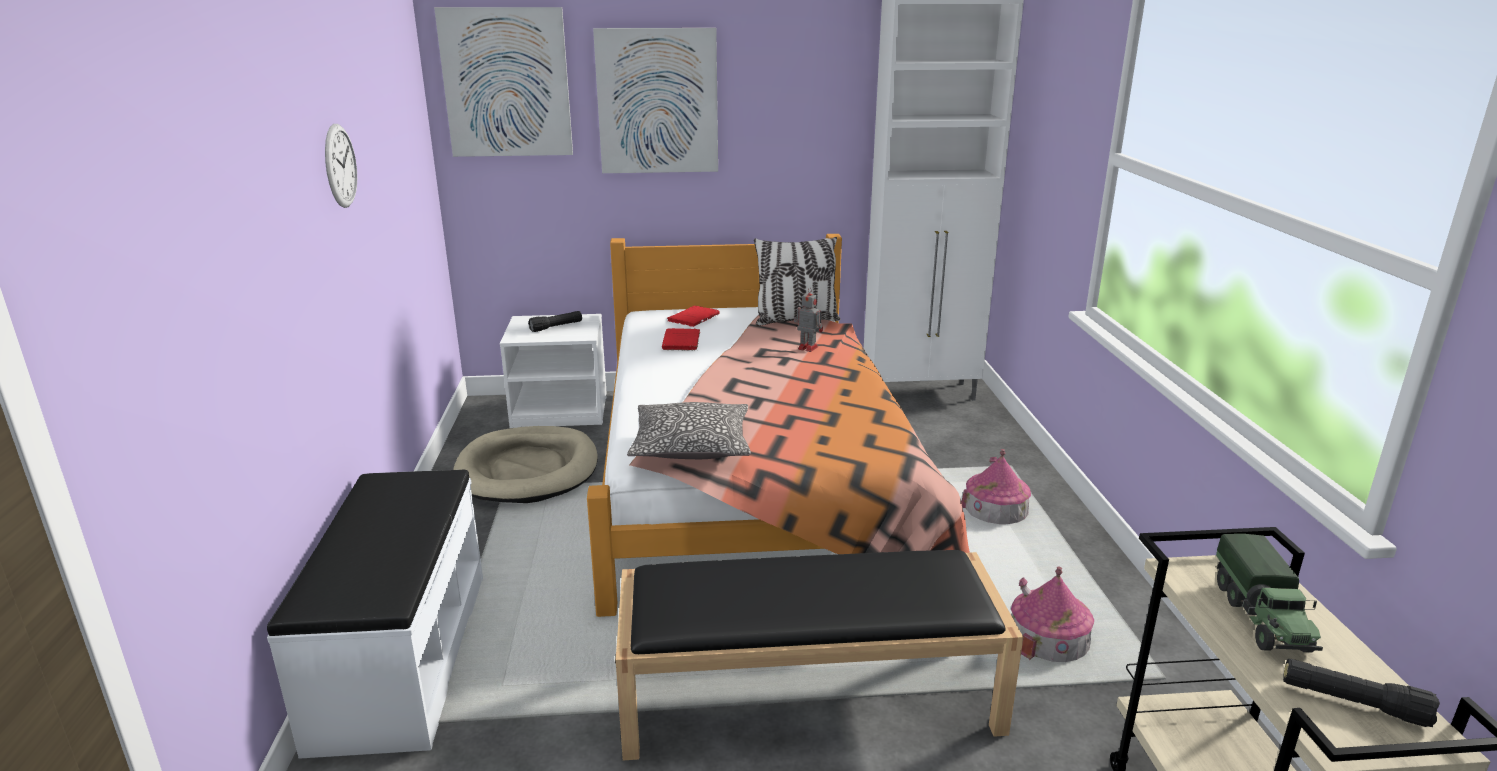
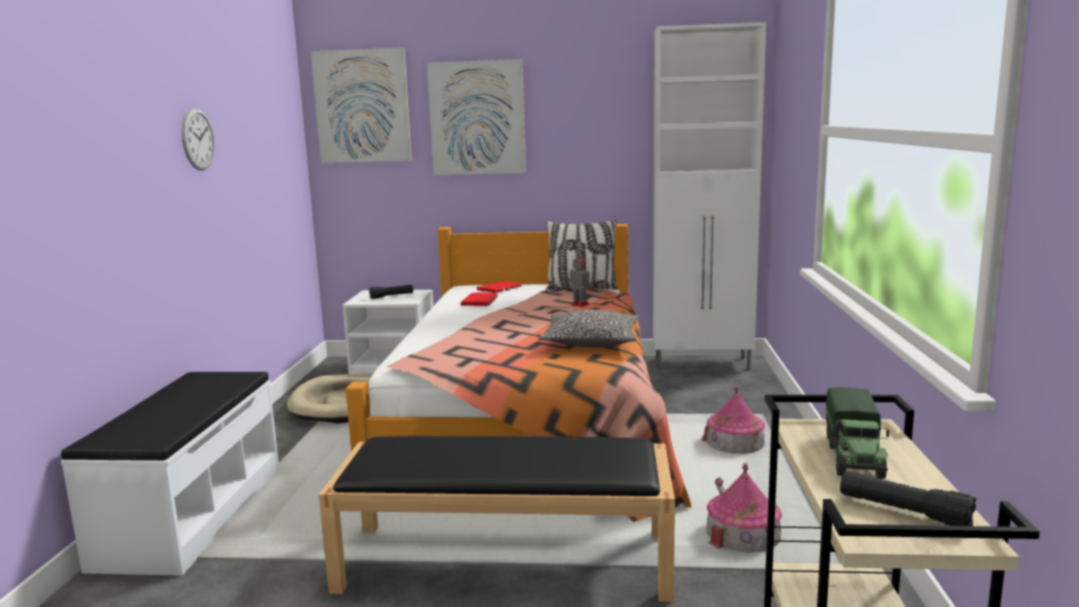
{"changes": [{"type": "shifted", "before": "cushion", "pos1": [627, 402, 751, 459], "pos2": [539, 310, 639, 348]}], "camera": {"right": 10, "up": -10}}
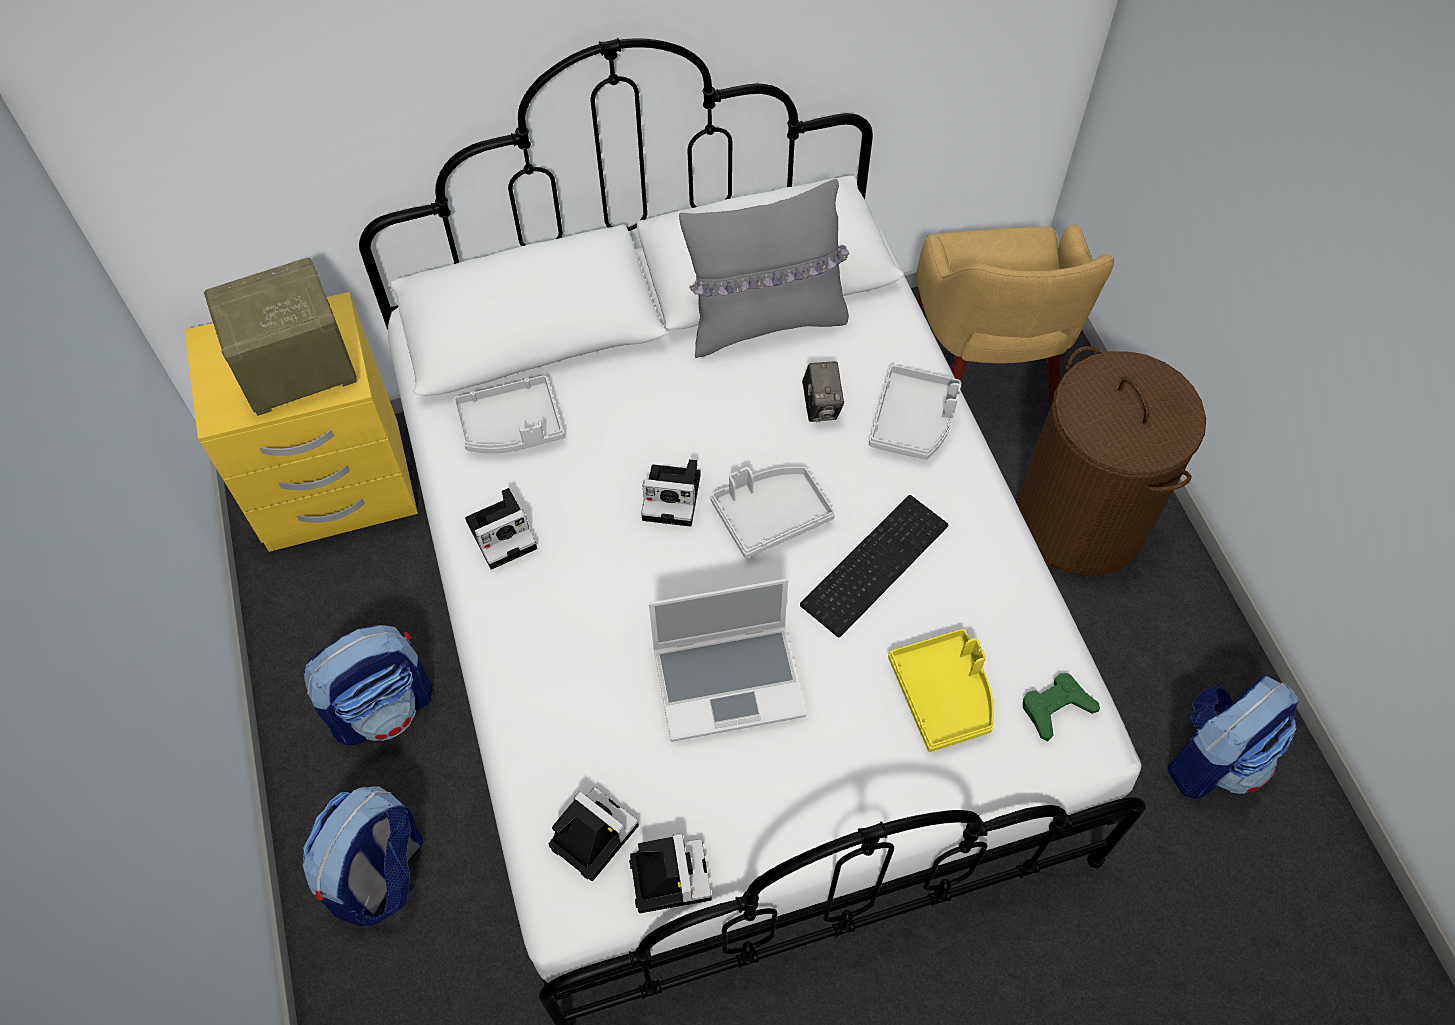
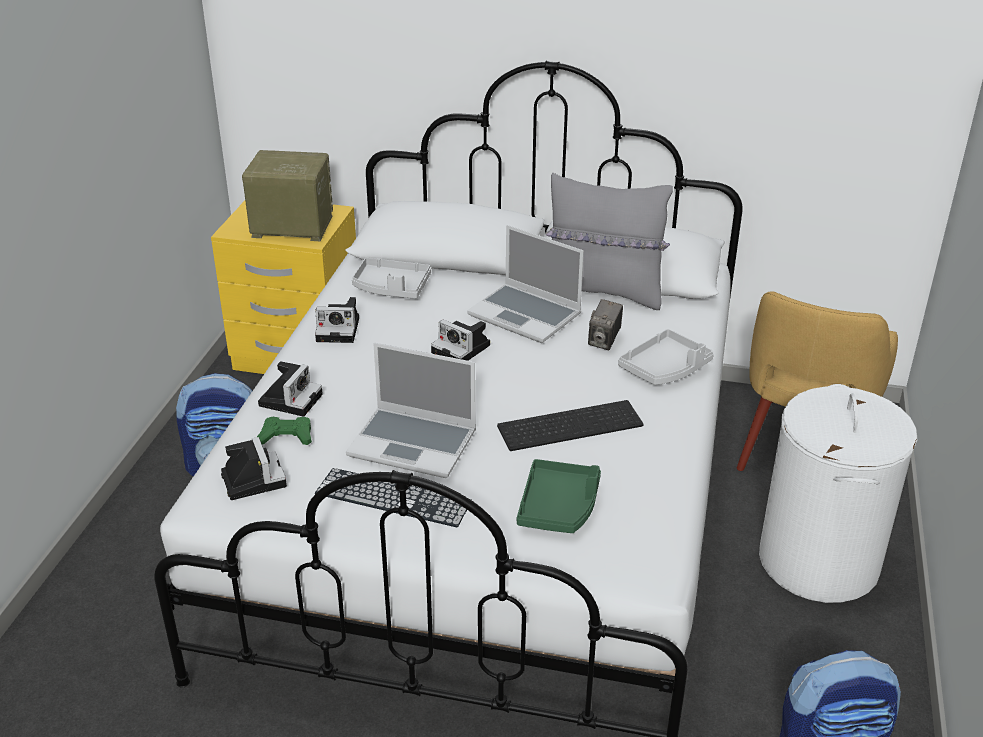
{"changes": [{"type": "repainted", "before": "brown-coloured laundry basket", "after": "whitish laundry basket", "pos1": [1017, 346, 1206, 576], "pos2": [759, 384, 917, 603]}, {"type": "gone", "before": "greyish tray", "pos1": [710, 467, 835, 558]}, {"type": "repainted", "before": "yellowish tray", "after": "greenish tray", "pos1": [888, 629, 994, 752], "pos2": [517, 459, 601, 533]}, {"type": "shifted", "before": "greenish joypad", "pos1": [1023, 673, 1100, 741], "pos2": [257, 417, 312, 445]}, {"type": "gone", "before": "rucksack", "pos1": [302, 786, 423, 927]}, {"type": "shifted", "before": "photo camera", "pos1": [629, 833, 712, 913], "pos2": [258, 361, 323, 417]}, {"type": "new", "after": "laptop", "pos2": [467, 225, 584, 343]}, {"type": "new", "after": "computer keyboard", "pos2": [315, 468, 471, 527]}], "camera": {"right": 30, "up": -25}}
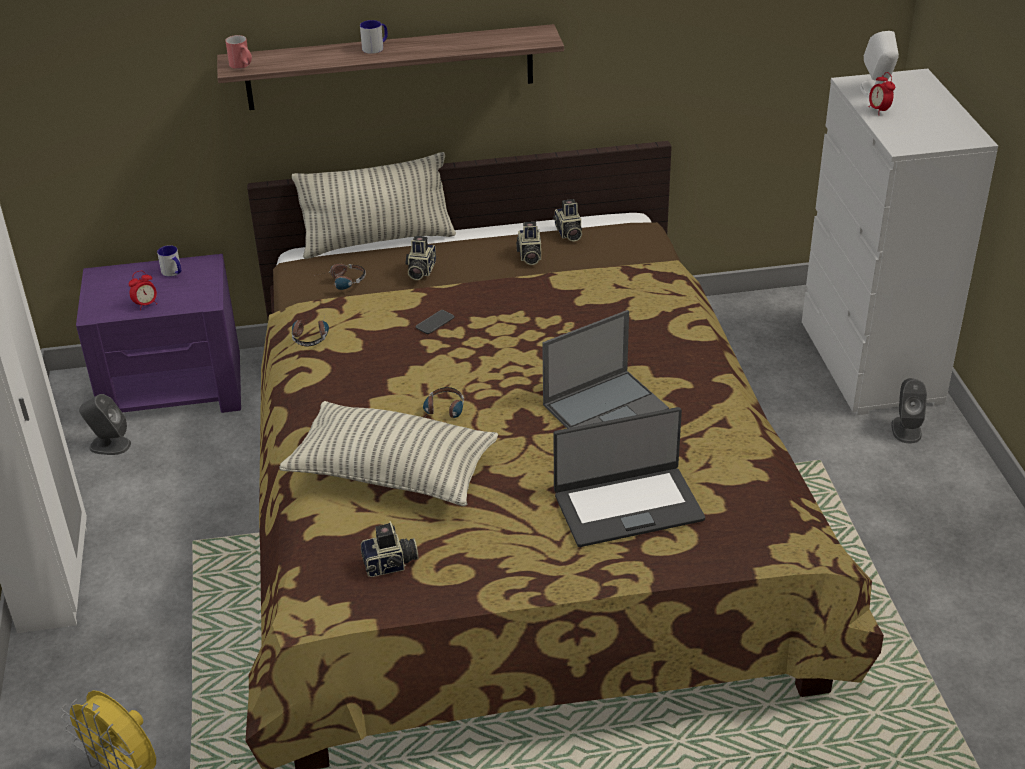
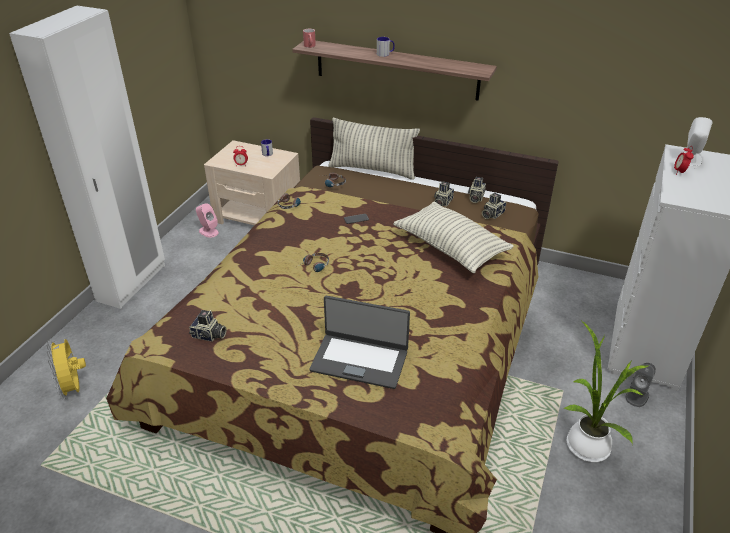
{"changes": [{"type": "shifted", "before": "photo camera", "pos1": [405, 236, 436, 280], "pos2": [482, 193, 506, 219]}, {"type": "repainted", "before": "purplish nightstand", "after": "sand-coloured nightstand", "pos1": [76, 254, 241, 413], "pos2": [204, 140, 300, 226]}, {"type": "gone", "before": "laptop", "pos1": [542, 310, 669, 429]}, {"type": "repainted", "before": "greyish loudspeaker", "after": "pink-coloured loudspeaker", "pos1": [79, 394, 131, 455], "pos2": [196, 203, 219, 238]}, {"type": "shifted", "before": "cushion", "pos1": [280, 401, 498, 506], "pos2": [393, 202, 514, 273]}, {"type": "new", "after": "potted plant", "pos2": [564, 321, 648, 462]}], "camera": {"right": 30, "up": 0}}
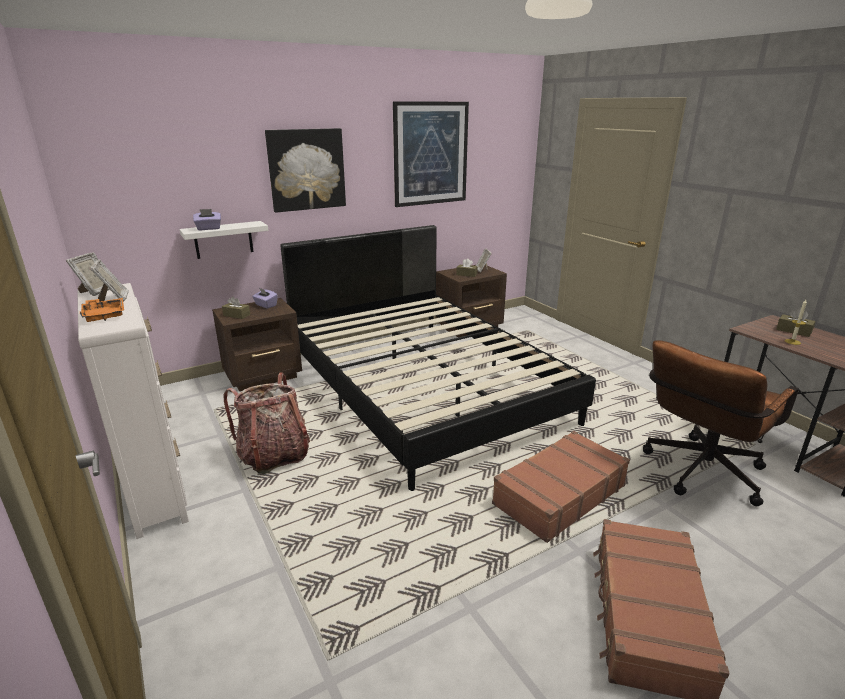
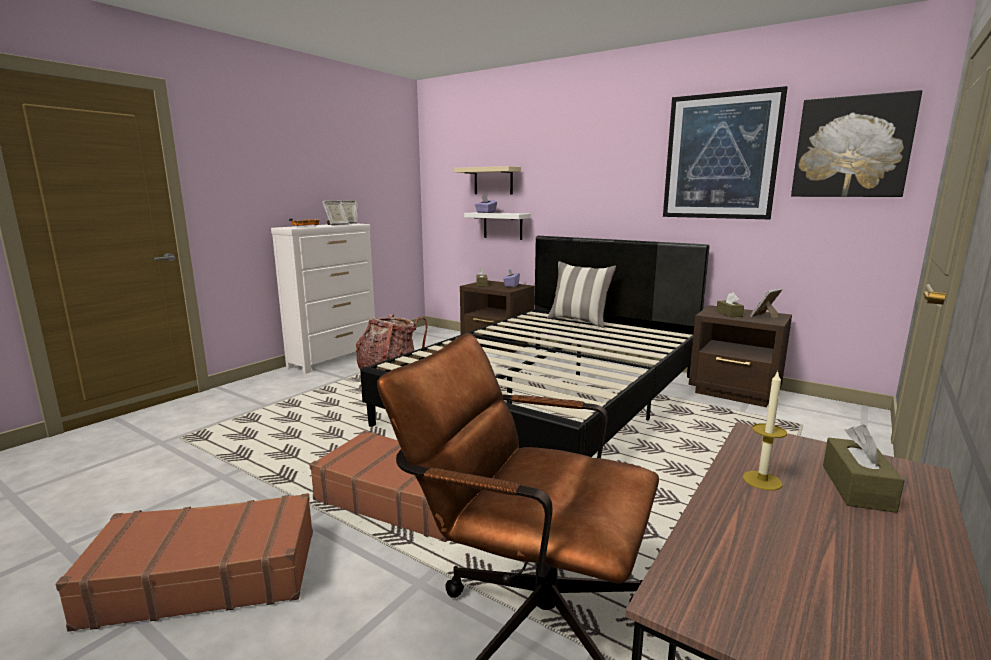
{"changes": [{"type": "shifted", "before": "picture", "pos1": [265, 128, 346, 213], "pos2": [791, 90, 922, 197]}, {"type": "new", "after": "sand-coloured bracket shelf", "pos2": [454, 166, 521, 194]}, {"type": "new", "after": "cushion", "pos2": [547, 261, 616, 328]}], "camera": {"right": 65, "up": -10}}
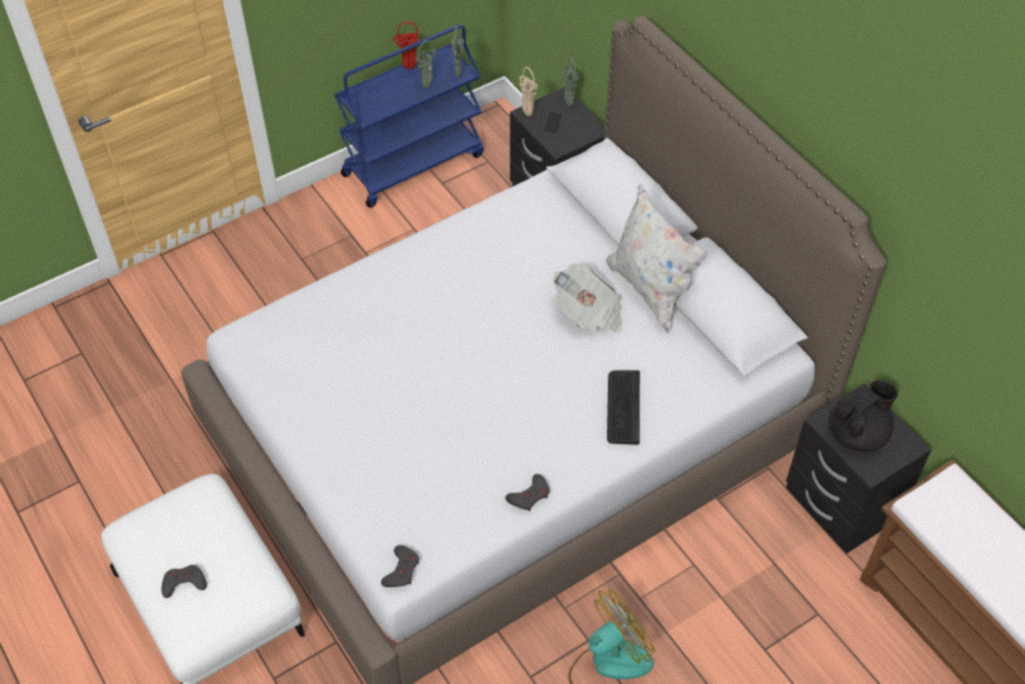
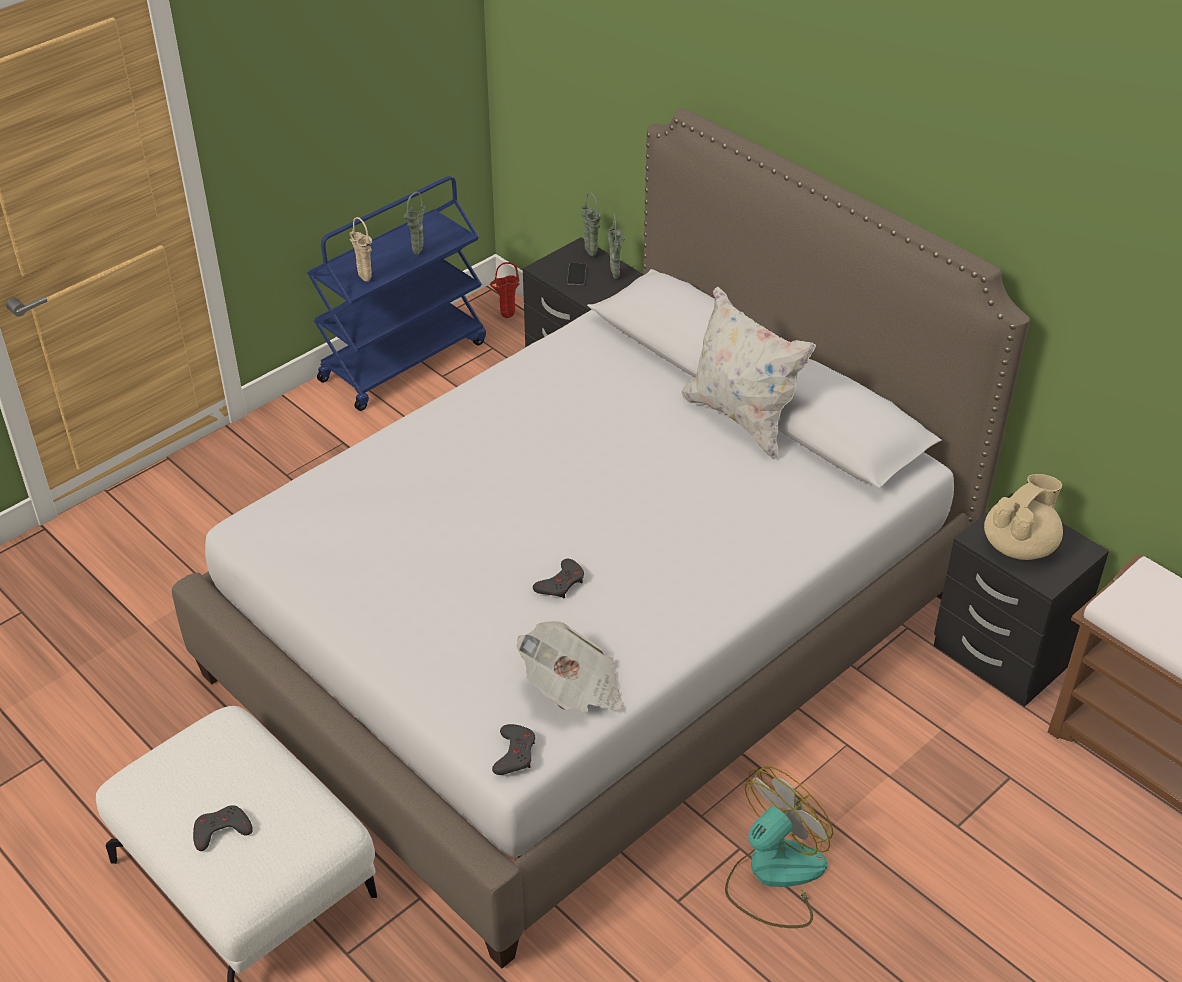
{"changes": [{"type": "shifted", "before": "reddish flower vase", "pos1": [393, 22, 419, 70], "pos2": [490, 262, 520, 318]}, {"type": "shifted", "before": "greenish flower vase", "pos1": [451, 26, 464, 77], "pos2": [606, 213, 625, 279]}, {"type": "shifted", "before": "sand-coloured flower vase", "pos1": [519, 67, 537, 117], "pos2": [350, 217, 372, 282]}, {"type": "shifted", "before": "newspaper", "pos1": [553, 264, 622, 333], "pos2": [517, 621, 623, 713]}, {"type": "gone", "before": "computer keyboard", "pos1": [607, 370, 640, 445]}, {"type": "repainted", "before": "black tea pot", "after": "sand-coloured tea pot", "pos1": [829, 380, 898, 452], "pos2": [984, 474, 1063, 560]}, {"type": "shifted", "before": "greyish joypad", "pos1": [505, 474, 549, 511], "pos2": [533, 559, 584, 599]}], "camera": {"right": -10, "up": -10}}
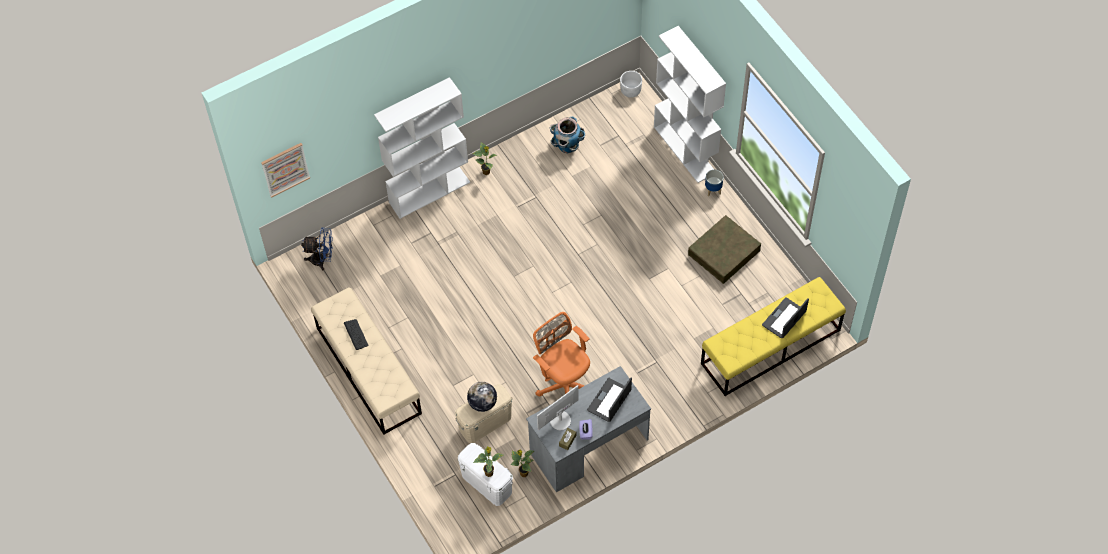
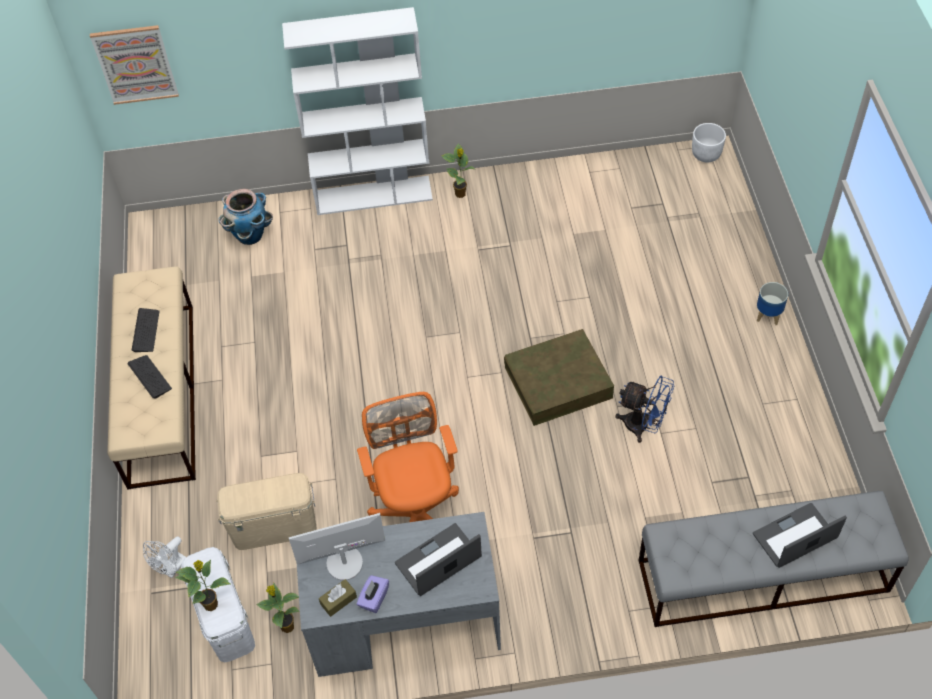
{"changes": [{"type": "gone", "before": "whitish bookshelf", "pos1": [654, 26, 726, 183]}, {"type": "shifted", "before": "planter", "pos1": [550, 117, 585, 153], "pos2": [218, 189, 273, 245]}, {"type": "shifted", "before": "brown-coloured storage box", "pos1": [688, 215, 761, 284], "pos2": [504, 329, 614, 426]}, {"type": "shifted", "before": "blue fan", "pos1": [301, 228, 333, 270], "pos2": [615, 376, 674, 443]}, {"type": "repainted", "before": "yellowish long seat", "after": "greyish long seat", "pos1": [701, 277, 846, 396], "pos2": [638, 491, 909, 627]}, {"type": "gone", "before": "world globe", "pos1": [467, 382, 497, 412]}, {"type": "new", "after": "computer keyboard", "pos2": [128, 355, 172, 398]}, {"type": "new", "after": "whitish fan", "pos2": [143, 537, 186, 578]}], "camera": {"right": 25, "up": -5}}
